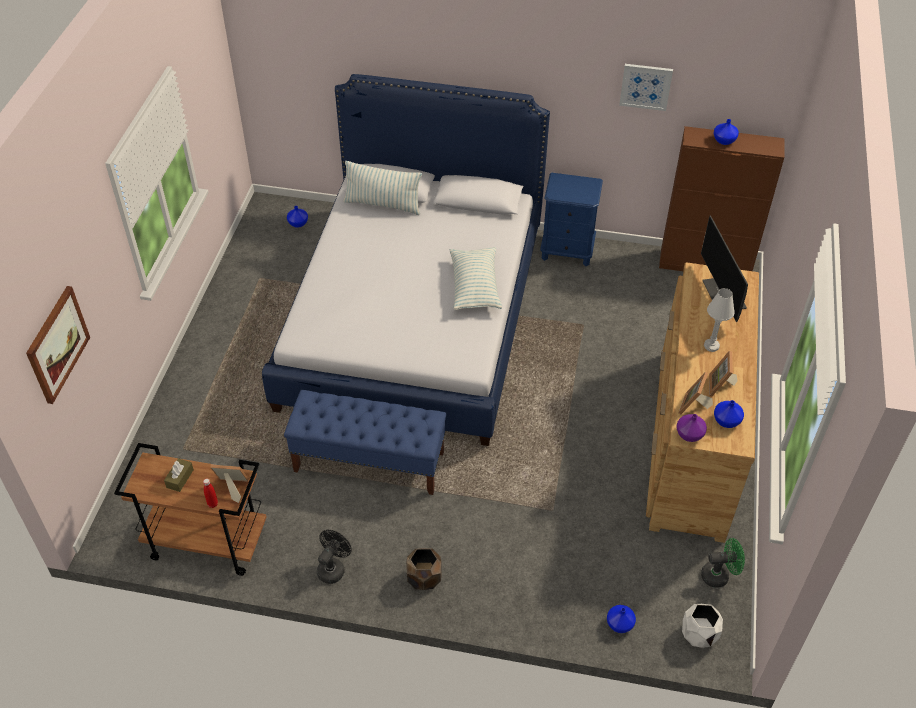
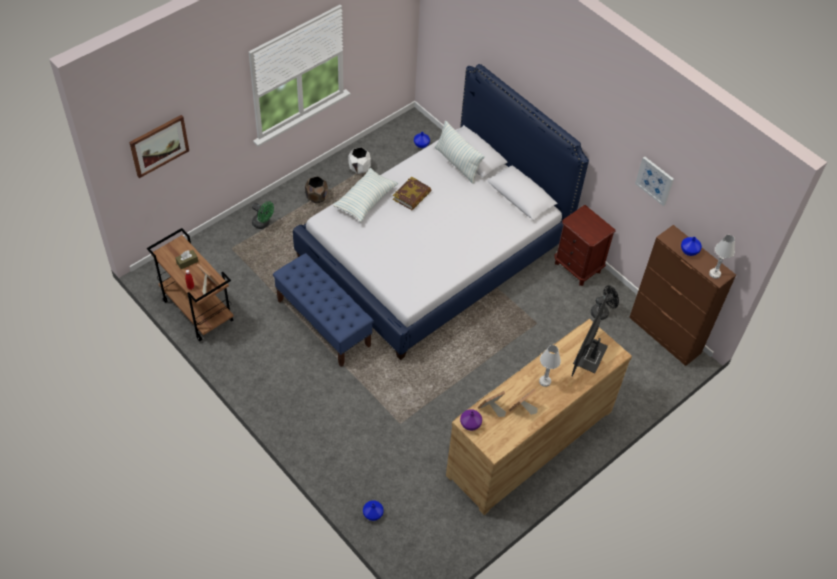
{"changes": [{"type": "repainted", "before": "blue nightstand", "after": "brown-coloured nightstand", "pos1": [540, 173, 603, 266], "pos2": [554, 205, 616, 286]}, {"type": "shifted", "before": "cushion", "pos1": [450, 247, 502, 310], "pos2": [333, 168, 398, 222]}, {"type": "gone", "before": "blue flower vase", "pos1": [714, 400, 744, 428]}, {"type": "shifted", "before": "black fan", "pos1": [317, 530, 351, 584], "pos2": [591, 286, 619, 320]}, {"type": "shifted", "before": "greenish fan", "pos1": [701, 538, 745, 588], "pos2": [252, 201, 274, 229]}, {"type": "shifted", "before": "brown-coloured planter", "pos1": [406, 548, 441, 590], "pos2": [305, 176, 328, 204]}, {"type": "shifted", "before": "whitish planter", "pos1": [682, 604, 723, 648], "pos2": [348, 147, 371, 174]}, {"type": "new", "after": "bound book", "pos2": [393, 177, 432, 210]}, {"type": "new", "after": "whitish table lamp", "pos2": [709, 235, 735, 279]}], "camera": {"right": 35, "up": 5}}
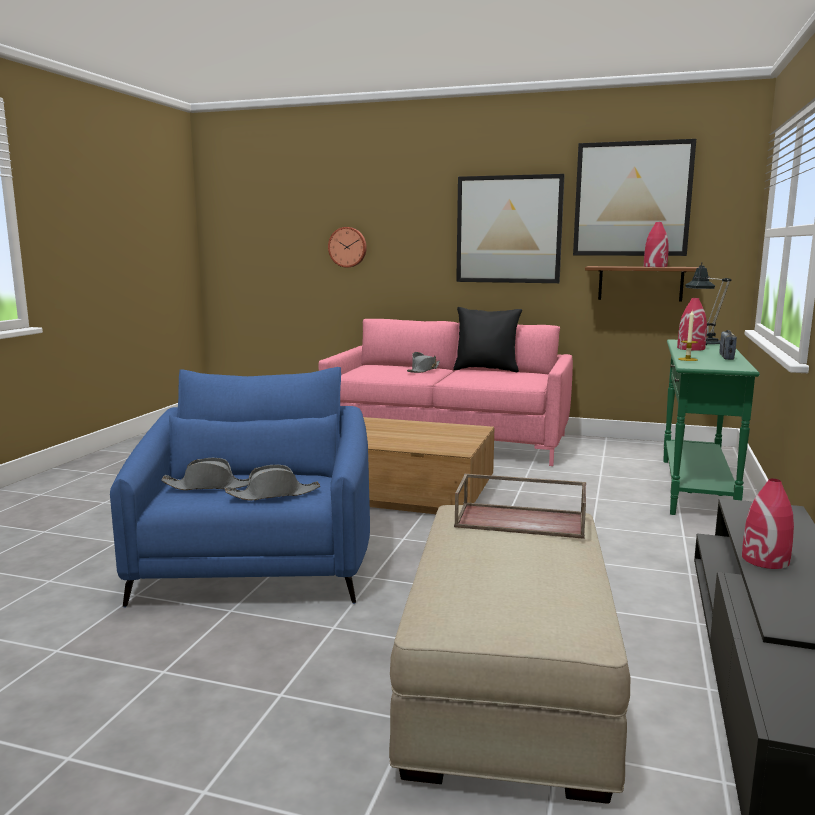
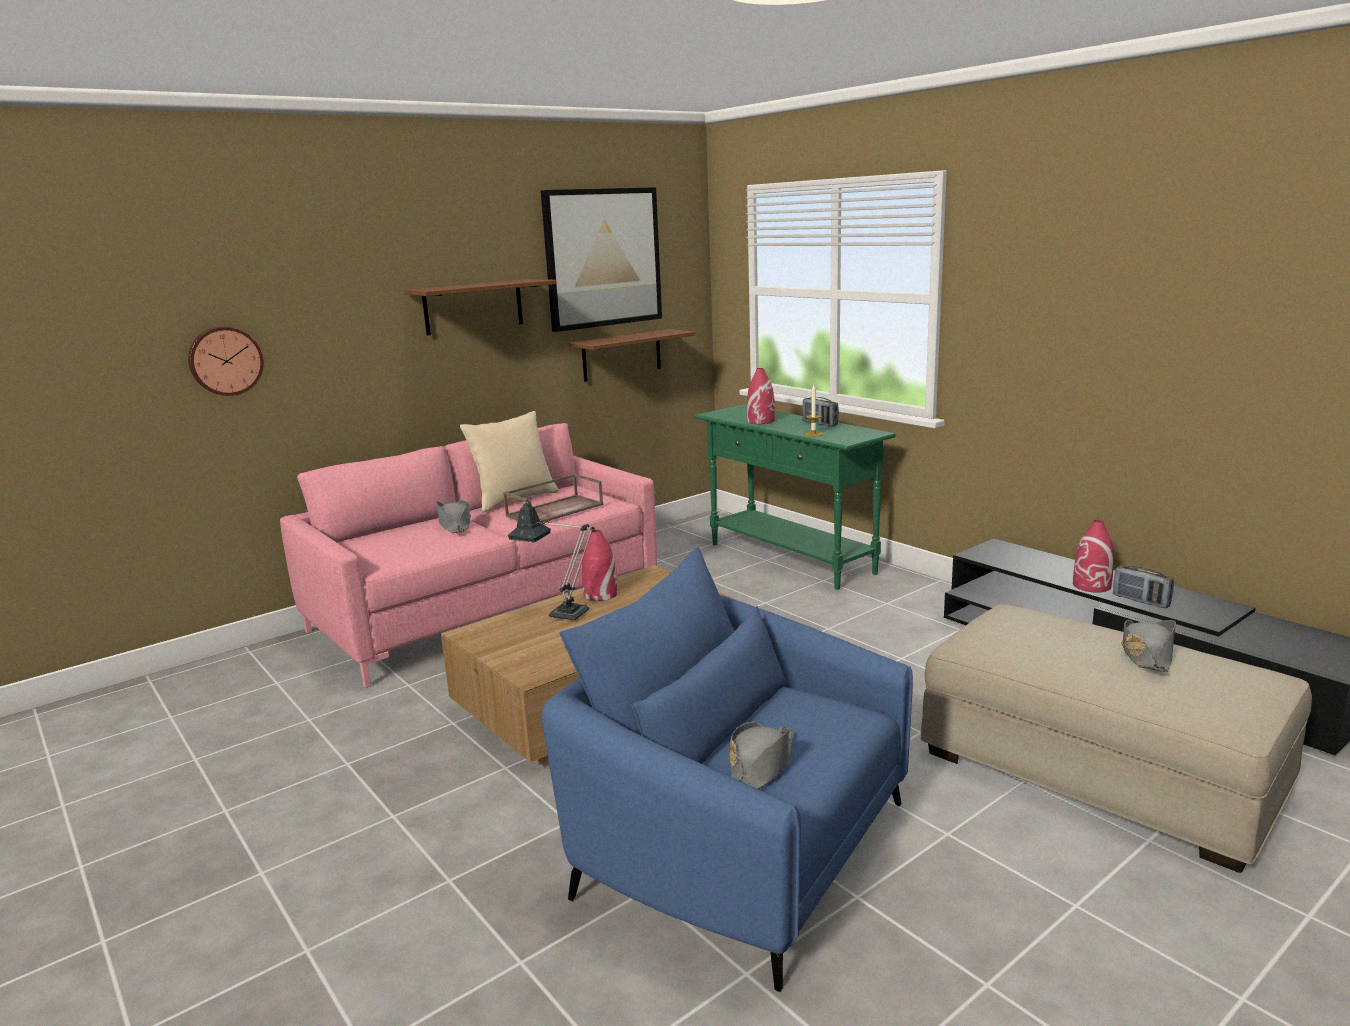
{"changes": [{"type": "swapped", "before": "picture", "after": "brown-coloured bracket shelf", "pos1": [456, 174, 565, 283], "pos2": [405, 279, 557, 335]}, {"type": "shifted", "before": "reddish flower vase", "pos1": [644, 222, 669, 267], "pos2": [582, 530, 618, 601]}, {"type": "shifted", "before": "table lamp", "pos1": [685, 262, 731, 345], "pos2": [508, 500, 594, 621]}, {"type": "repainted", "before": "black cushion", "after": "sand-coloured cushion", "pos1": [453, 307, 522, 372], "pos2": [460, 411, 559, 512]}, {"type": "shifted", "before": "greyish wearable hat", "pos1": [225, 465, 321, 500], "pos2": [1121, 620, 1176, 672]}, {"type": "shifted", "before": "brown-coloured tray", "pos1": [454, 474, 586, 539], "pos2": [503, 474, 603, 522]}, {"type": "new", "after": "radio set", "pos2": [1113, 565, 1174, 608]}], "camera": {"right": -55, "up": 5}}
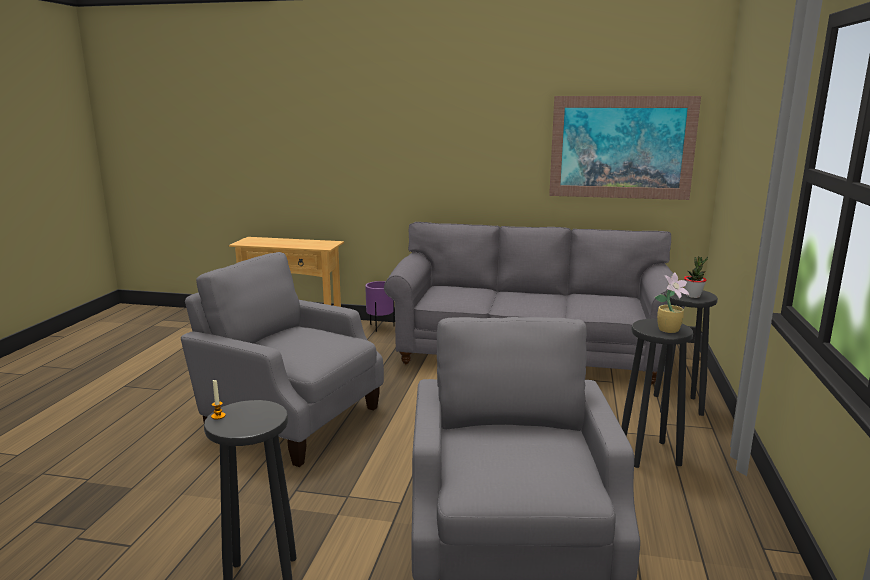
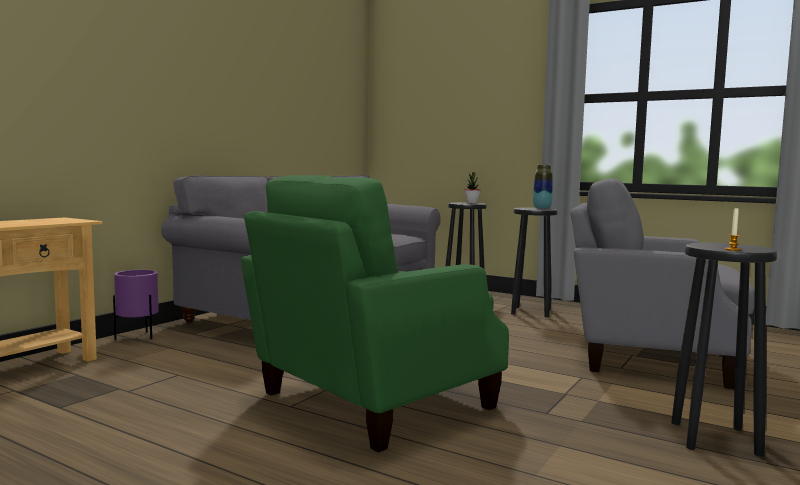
{"changes": [{"type": "gone", "before": "picture", "pos1": [549, 96, 701, 200]}, {"type": "repainted", "before": "greyish easy chair", "after": "greenish easy chair", "pos1": [181, 252, 384, 467], "pos2": [241, 175, 509, 452]}, {"type": "swapped", "before": "potted plant", "after": "flower vase", "pos1": [655, 272, 689, 333], "pos2": [533, 165, 553, 209]}], "camera": {"right": -70, "up": -10}}
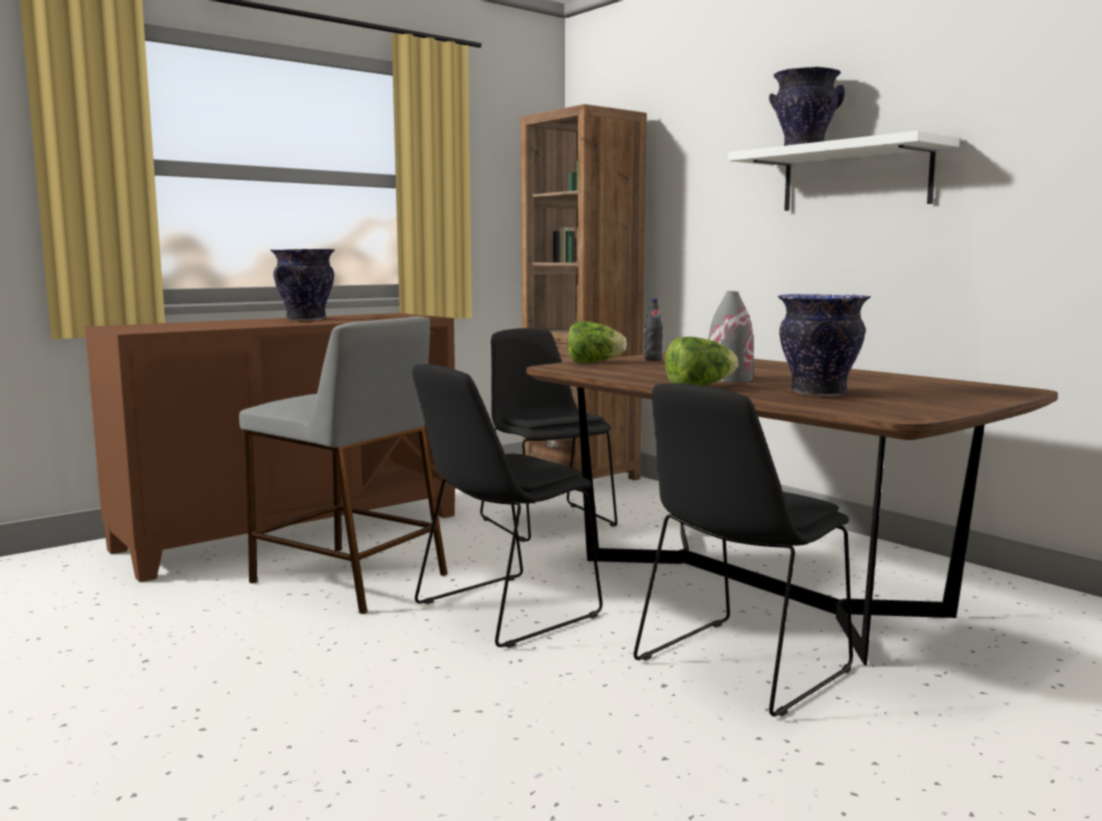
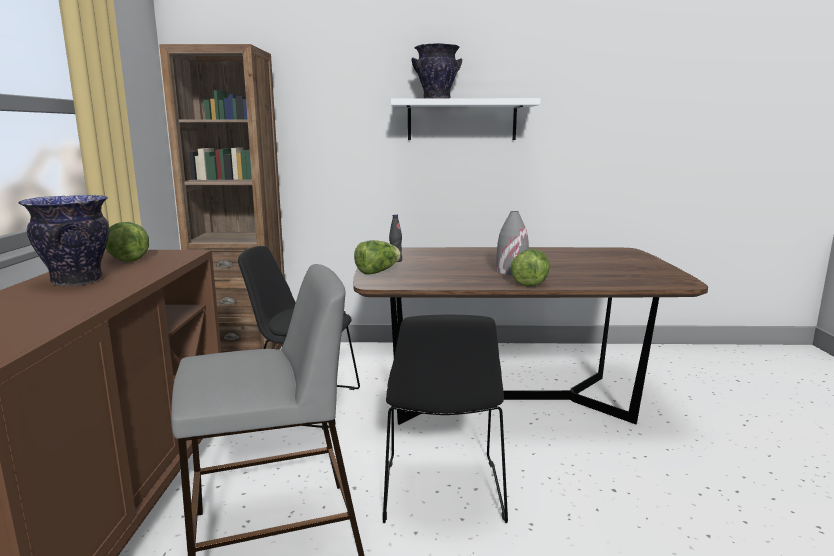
{"changes": [{"type": "gone", "before": "flower vase", "pos1": [778, 294, 871, 397]}, {"type": "gone", "before": "black chair", "pos1": [634, 383, 853, 717]}, {"type": "new", "after": "head of lettuce", "pos2": [106, 222, 149, 262]}], "camera": {"right": -50, "up": 5}}
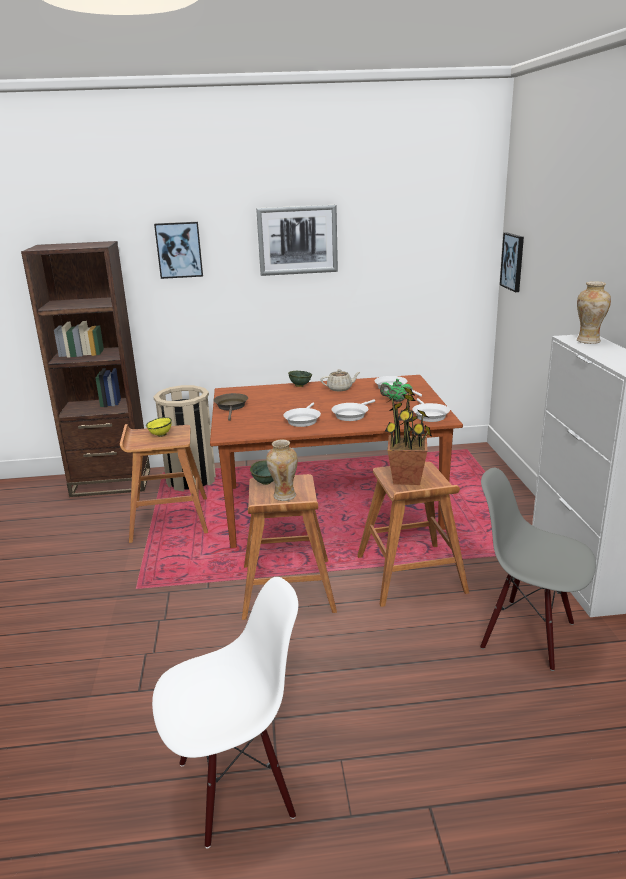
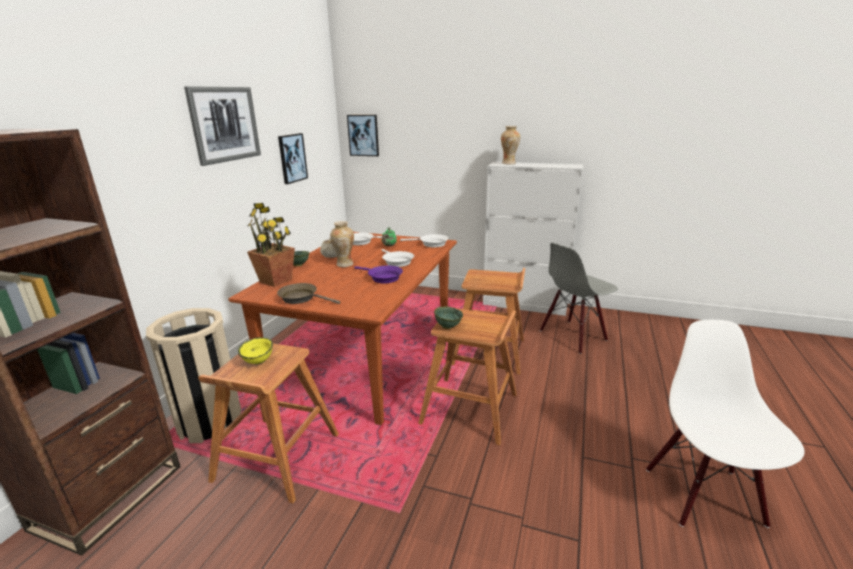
{"changes": [{"type": "shifted", "before": "picture", "pos1": [154, 222, 203, 279], "pos2": [278, 133, 308, 184]}, {"type": "shifted", "before": "potted plant", "pos1": [385, 387, 432, 485], "pos2": [247, 203, 295, 287]}, {"type": "repainted", "before": "whitish pan", "after": "purplish pan", "pos1": [283, 403, 321, 427], "pos2": [354, 265, 403, 284]}, {"type": "shifted", "before": "flower vase", "pos1": [266, 440, 298, 501], "pos2": [330, 221, 354, 267]}], "camera": {"right": -65, "up": 0}}
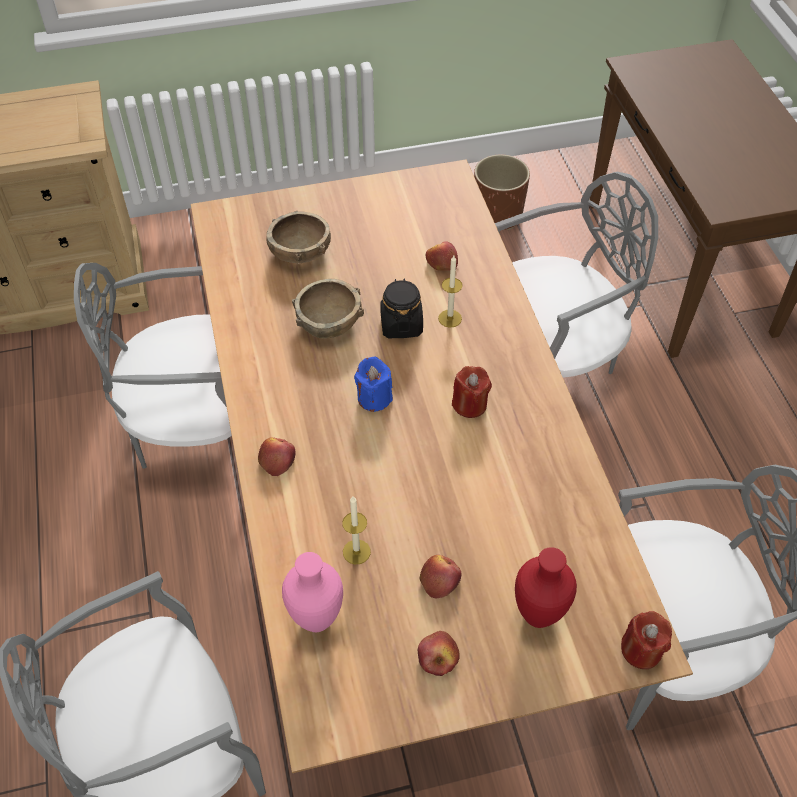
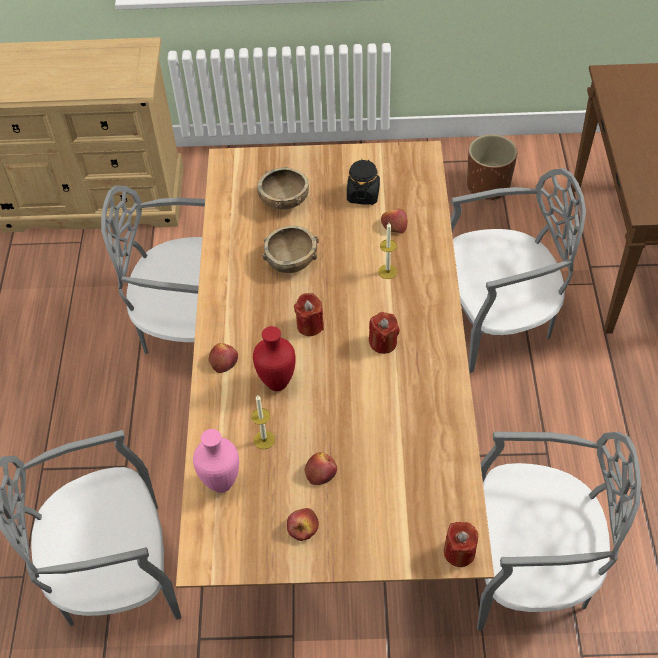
{"changes": [{"type": "shifted", "before": "black jar", "pos1": [380, 279, 423, 338], "pos2": [347, 159, 380, 205]}, {"type": "repainted", "before": "blue wax light", "after": "reddish wax light", "pos1": [354, 357, 393, 412], "pos2": [294, 293, 324, 336]}, {"type": "shifted", "before": "reddish flower vase", "pos1": [515, 547, 577, 628], "pos2": [253, 326, 296, 391]}], "camera": {"right": 15, "up": 0}}
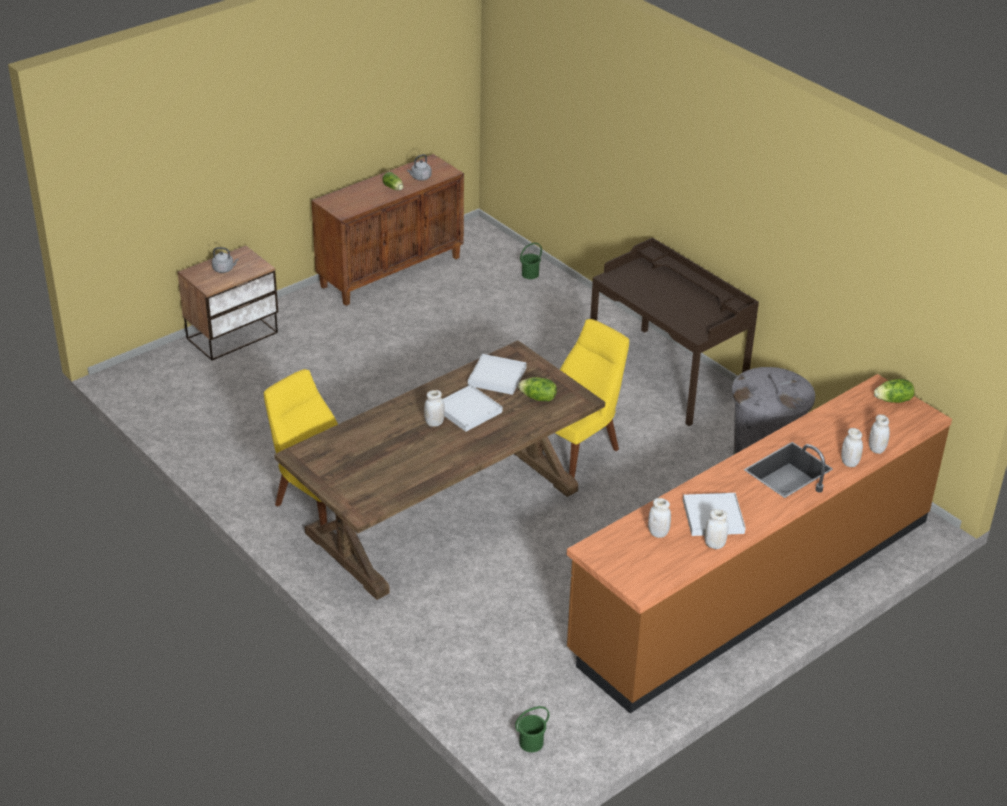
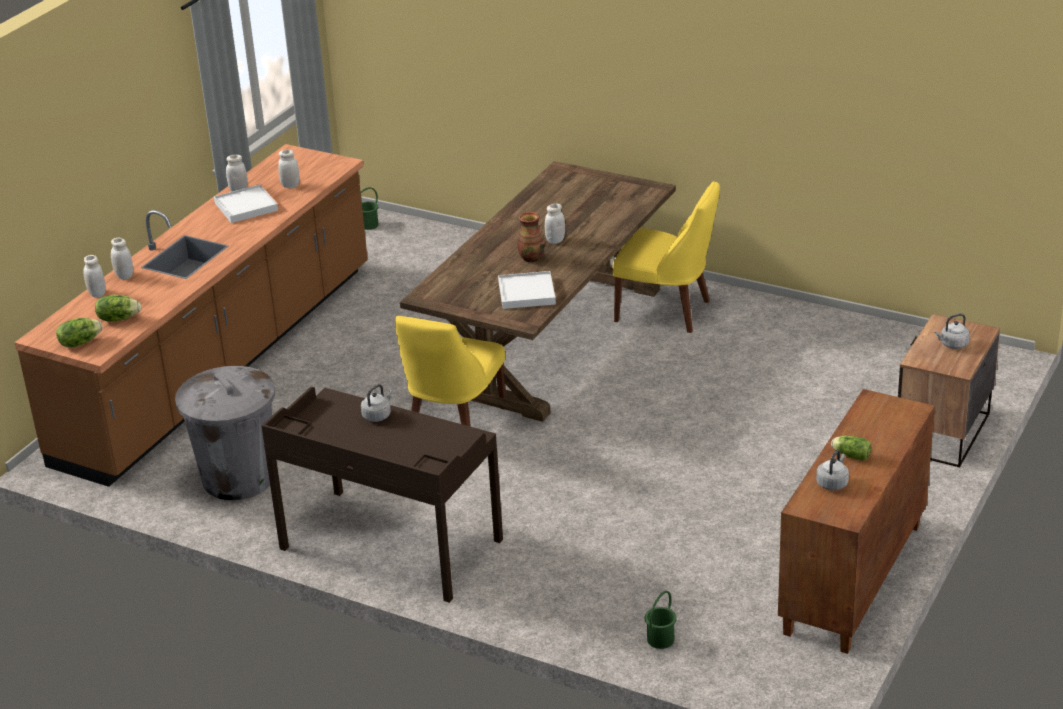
{"changes": [{"type": "shifted", "before": "head of lettuce", "pos1": [518, 377, 557, 401], "pos2": [95, 295, 141, 322]}, {"type": "swapped", "before": "whitish tray", "after": "flower vase", "pos1": [443, 385, 502, 432], "pos2": [517, 212, 545, 262]}, {"type": "new", "after": "greyish tea kettle", "pos2": [361, 384, 393, 422]}], "camera": {"right": 160, "up": -5}}
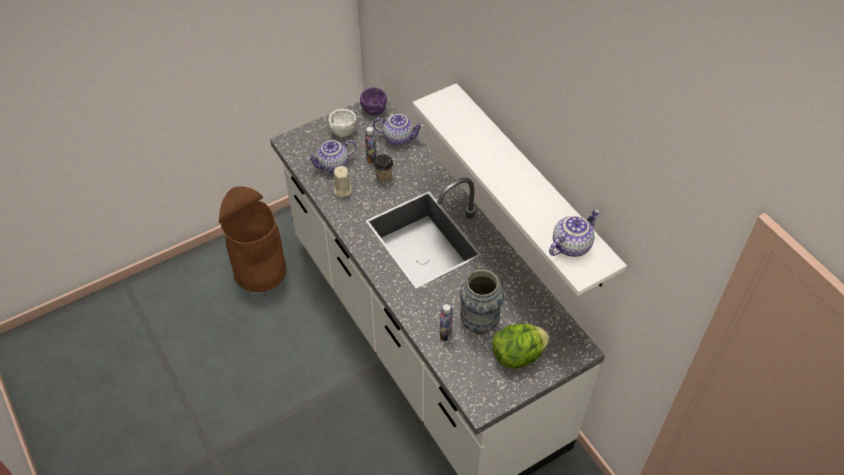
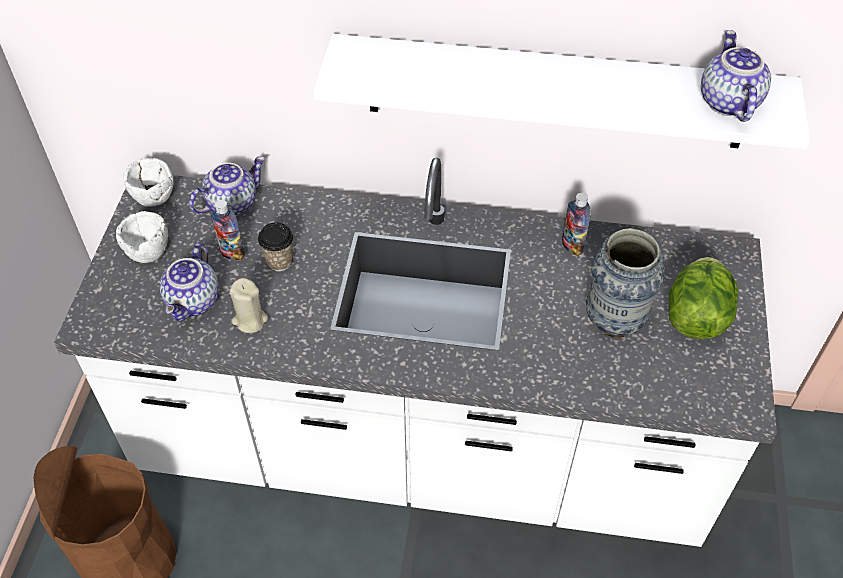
{"changes": [{"type": "repainted", "before": "purplish deep dish", "after": "whitish deep dish", "pos1": [360, 87, 387, 116], "pos2": [123, 158, 174, 207]}, {"type": "shifted", "before": "bottle", "pos1": [440, 304, 453, 341], "pos2": [562, 193, 591, 256]}], "camera": {"right": -50, "up": 0}}
